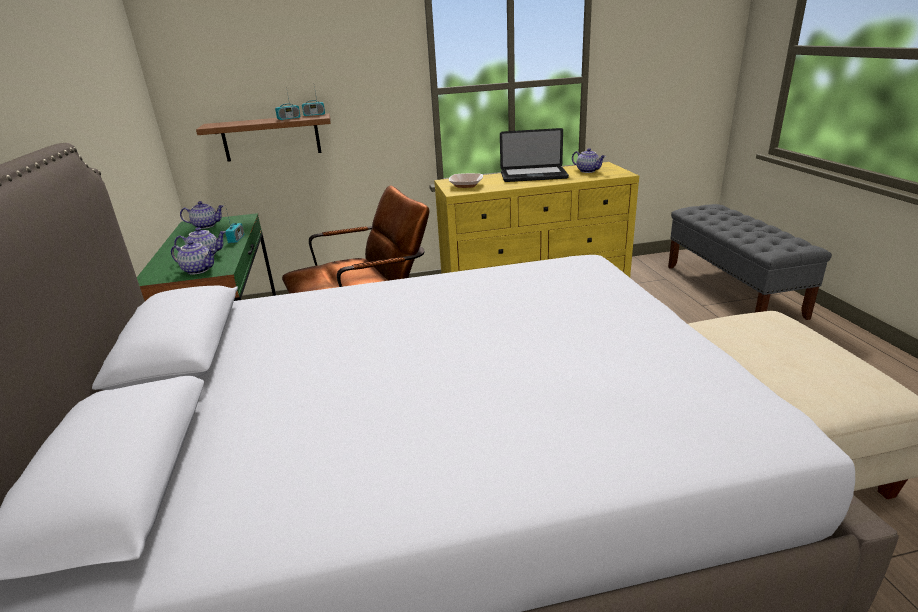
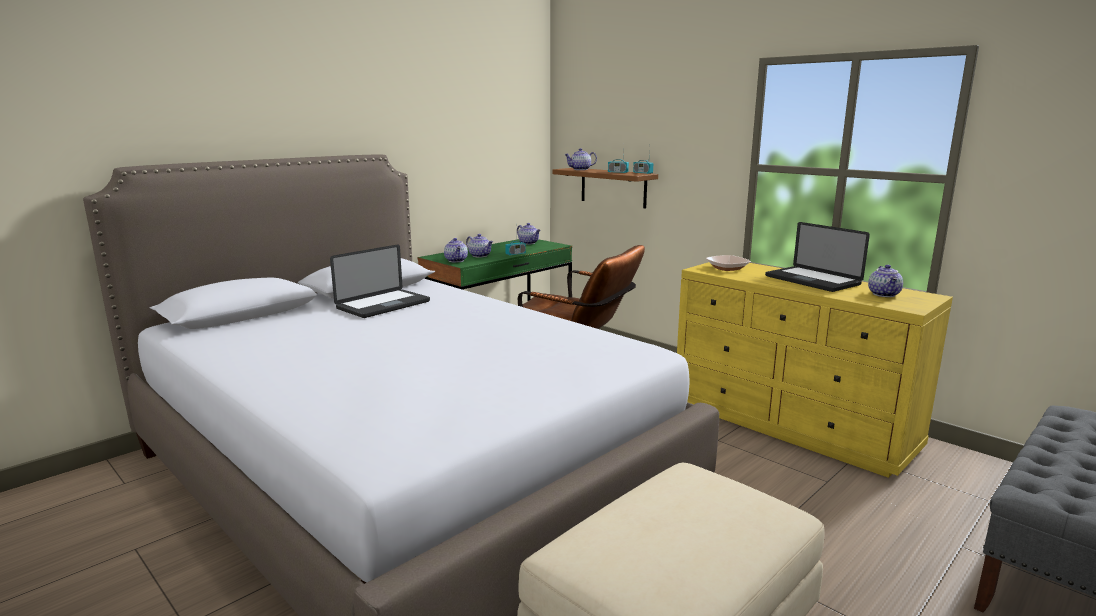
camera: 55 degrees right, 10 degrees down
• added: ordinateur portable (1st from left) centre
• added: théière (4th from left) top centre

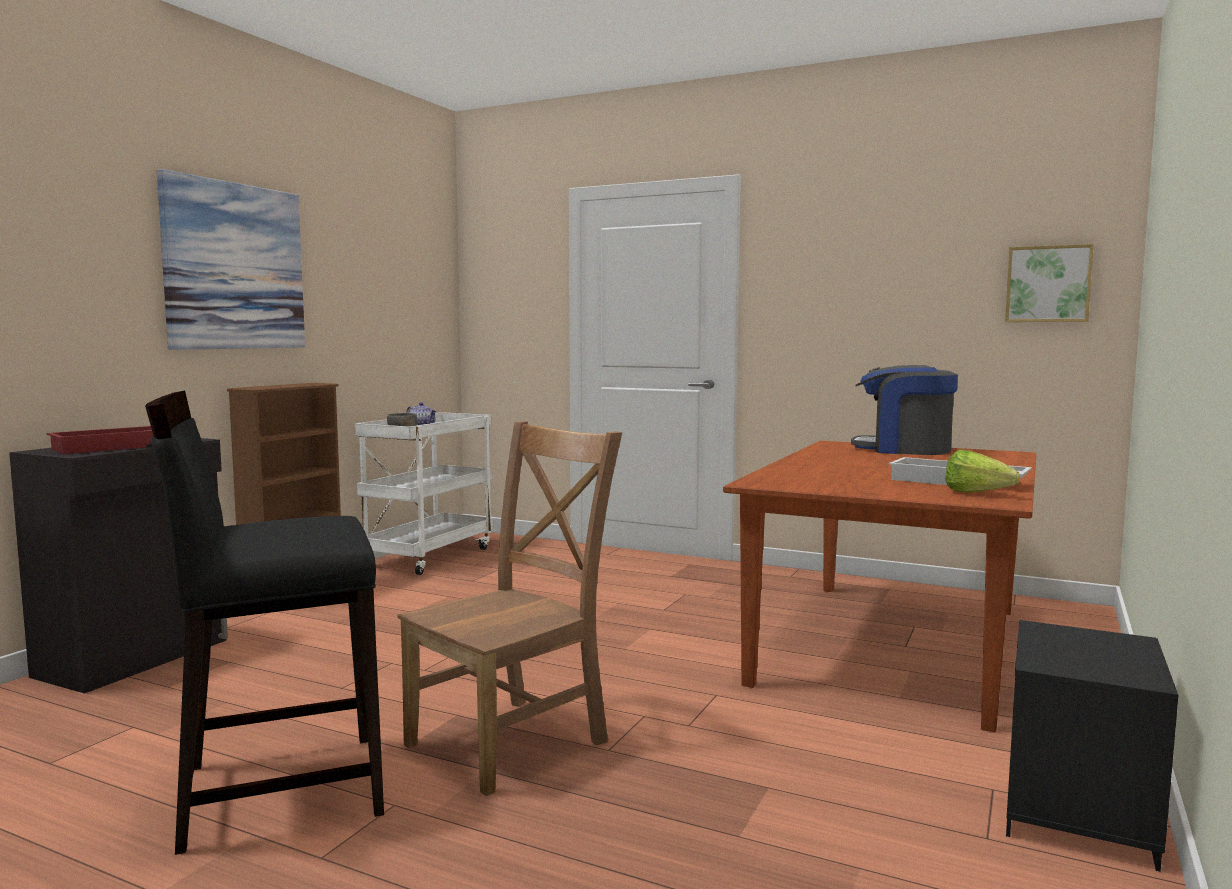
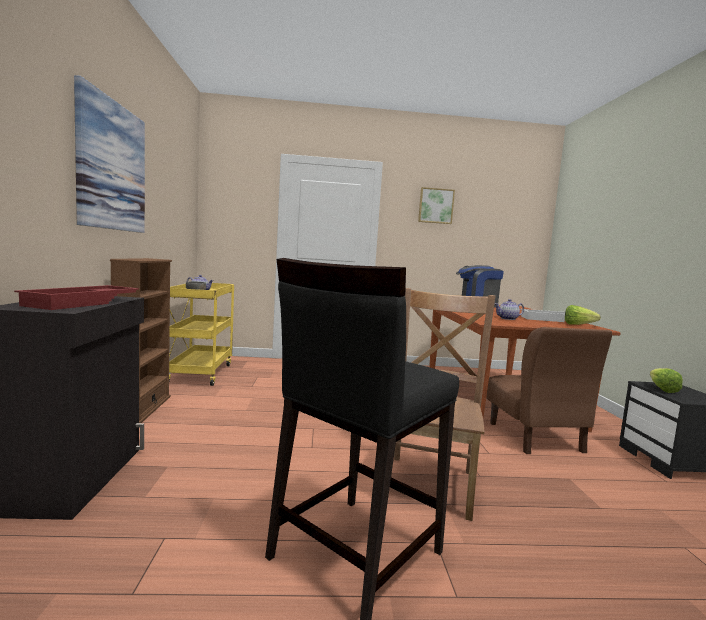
camera: 30 degrees left, 0 degrees up
• recoloured: chariot [blanc] centre to chariot [jaune] middle left
• moved: tableau (2nd from left) top right to top centre
• added: chaise [marron] (2nd from left) middle right
• added: théière (2nd from left) middle right
• added: laitue (2nd from left) middle right

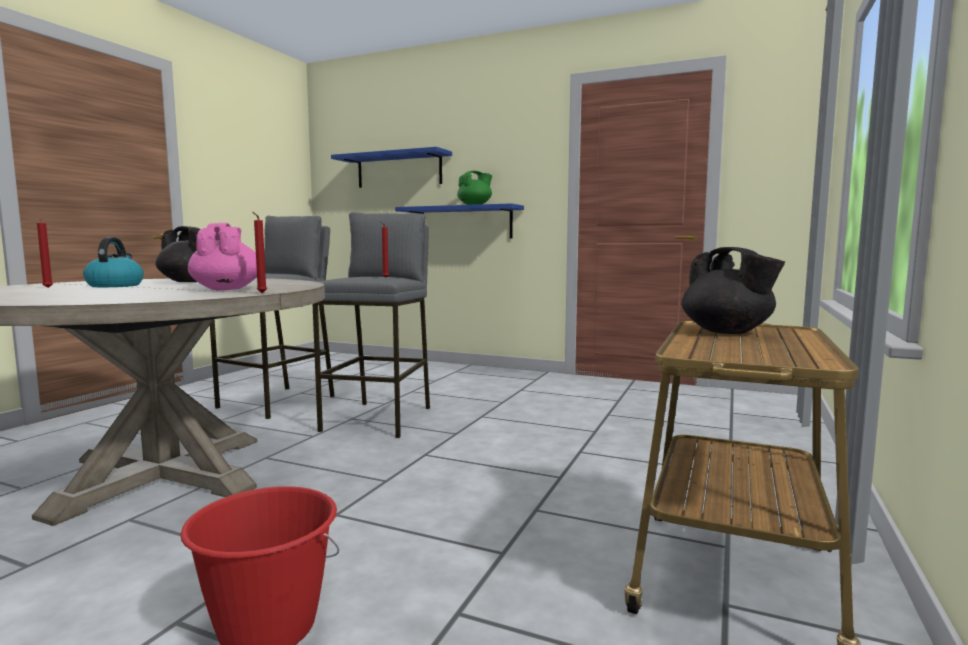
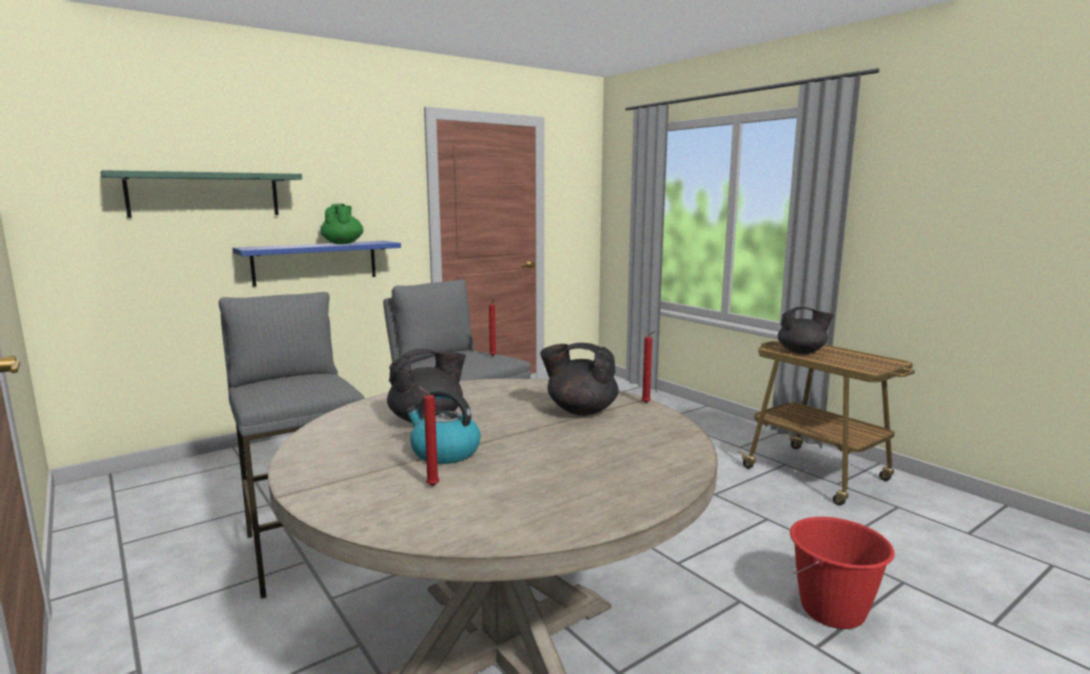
camera: 60 degrees left, 5 degrees up
• recoloured: théière [rose] middle left to théière [noir] (2nd from left) centre
• recoloured: étagère [bleu] (1st from left) top centre to étagère [vert] top left

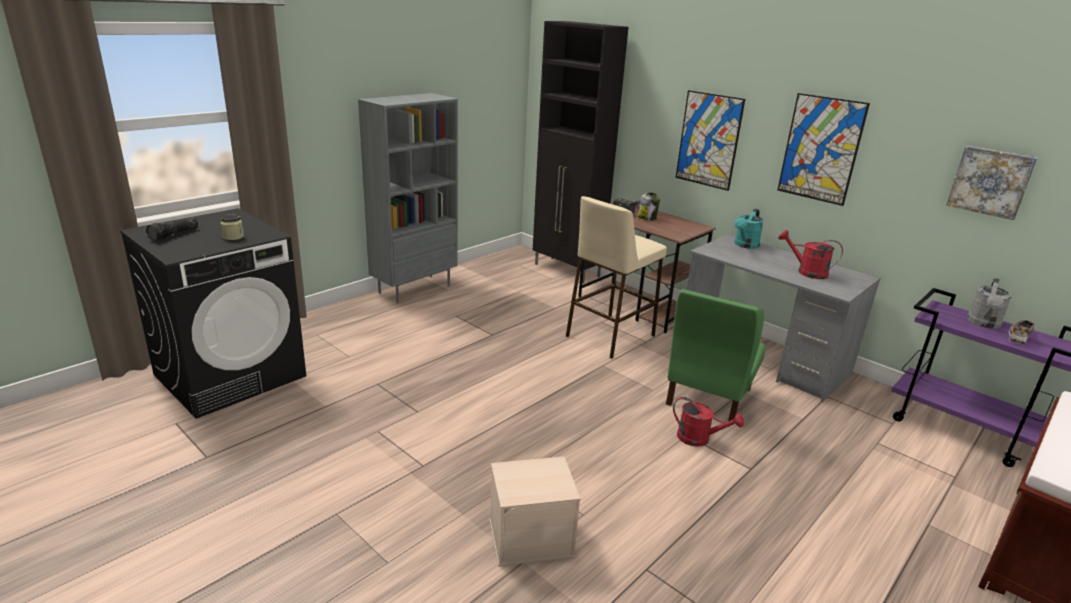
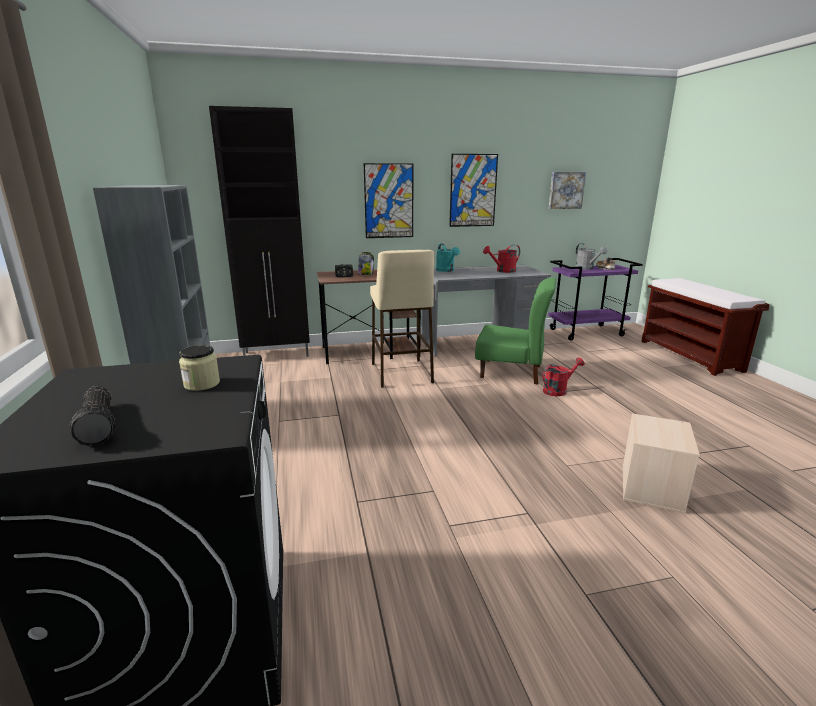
camera: 55 degrees left, 5 degrees down
• turned: chaise [vert] middle right = centre 45 degrees counterclockwise

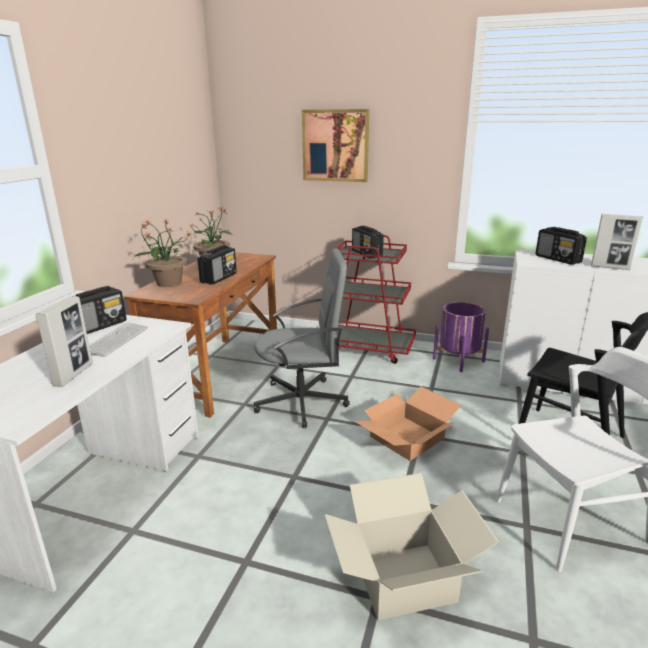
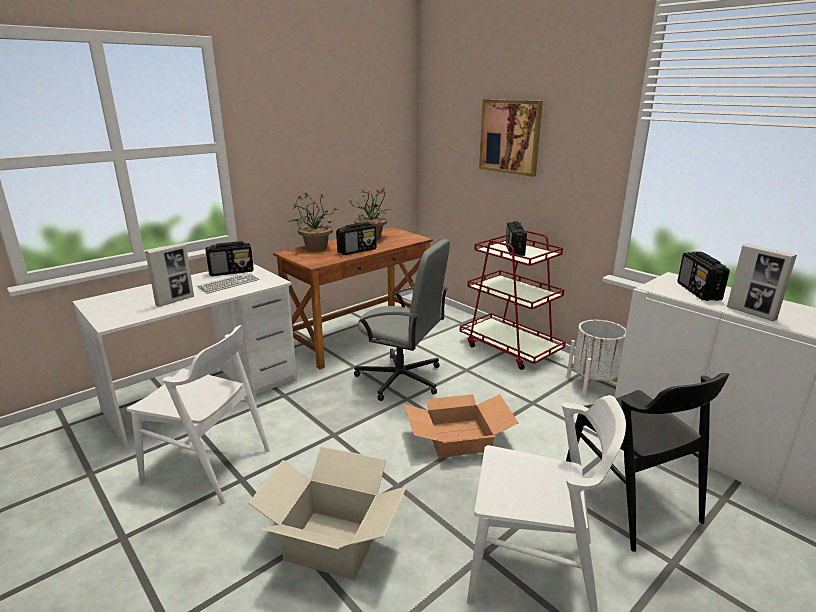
camera: 30 degrees right, 0 degrees up
• recoloured: cache-pot [violet] middle right to cache-pot [blanc] middle right
• added: chaise [blanc] (1st from left) bottom left

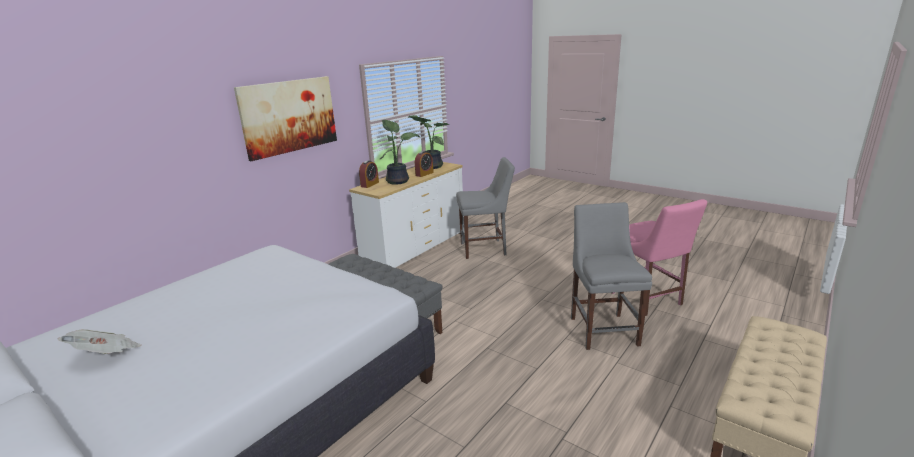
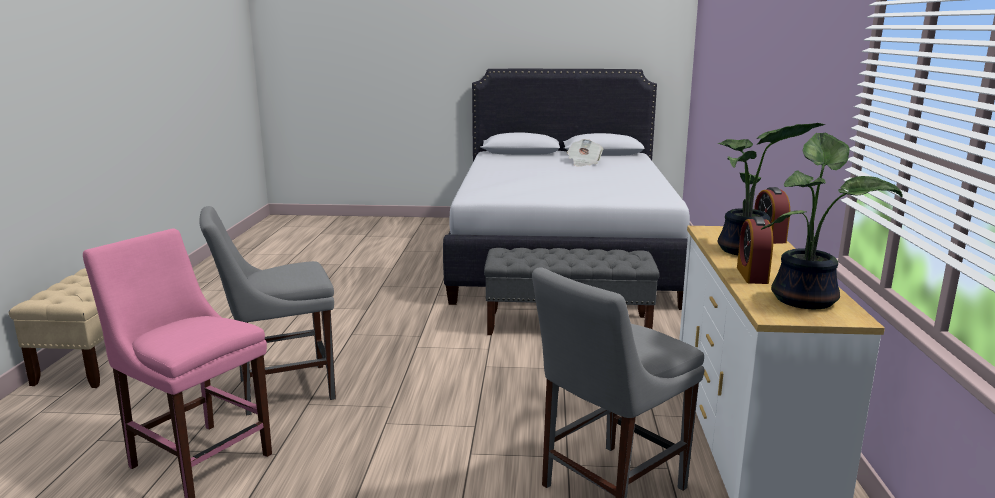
camera: 145 degrees right, 5 degrees down
• removed: tableau top left
• turned: chaise [gris] (2nd from left in the first image) middle right = middle left 105 degrees clockwise

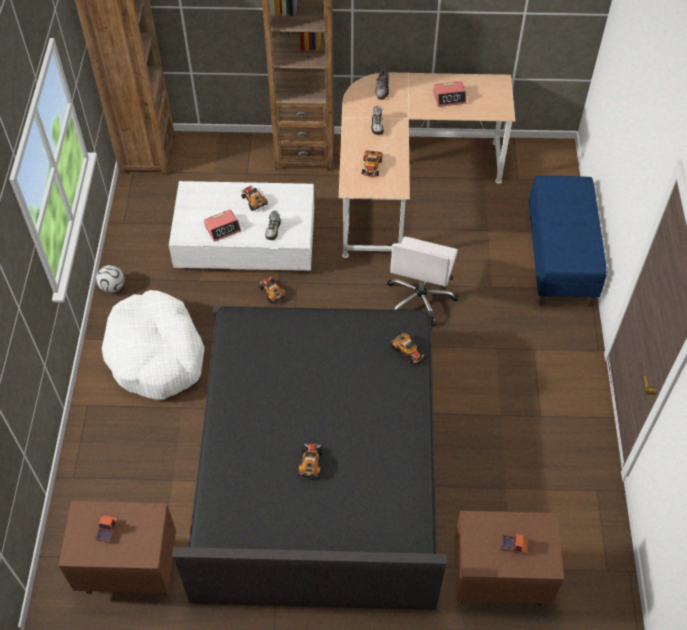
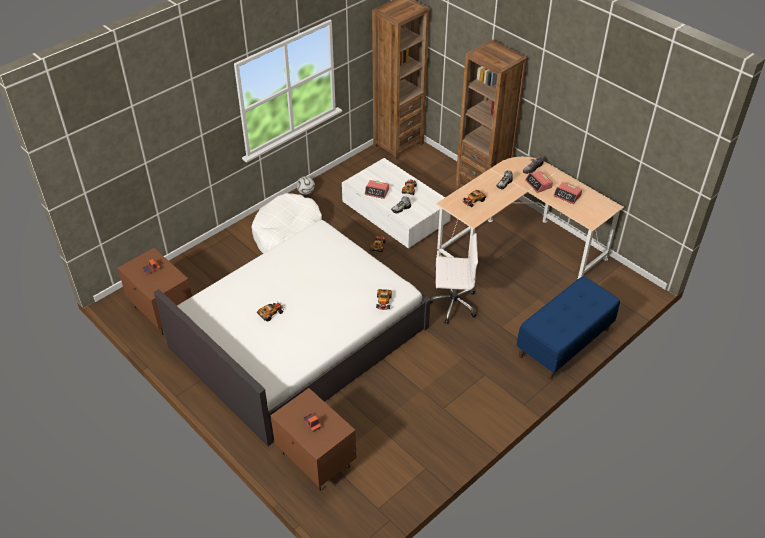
camera: 45 degrees right, 10 degrees down
• recoloured: lit [noir] bottom centre to lit [blanc] centre
• turned: chaise de bureau [blanc] centre = centre 150 degrees counterclockwise
• added: réveil (2nd from left) middle right

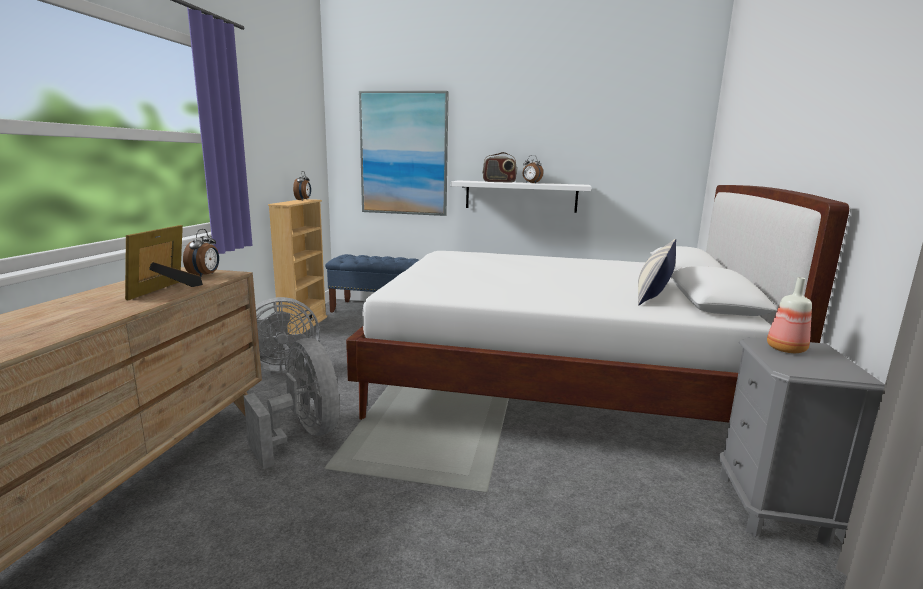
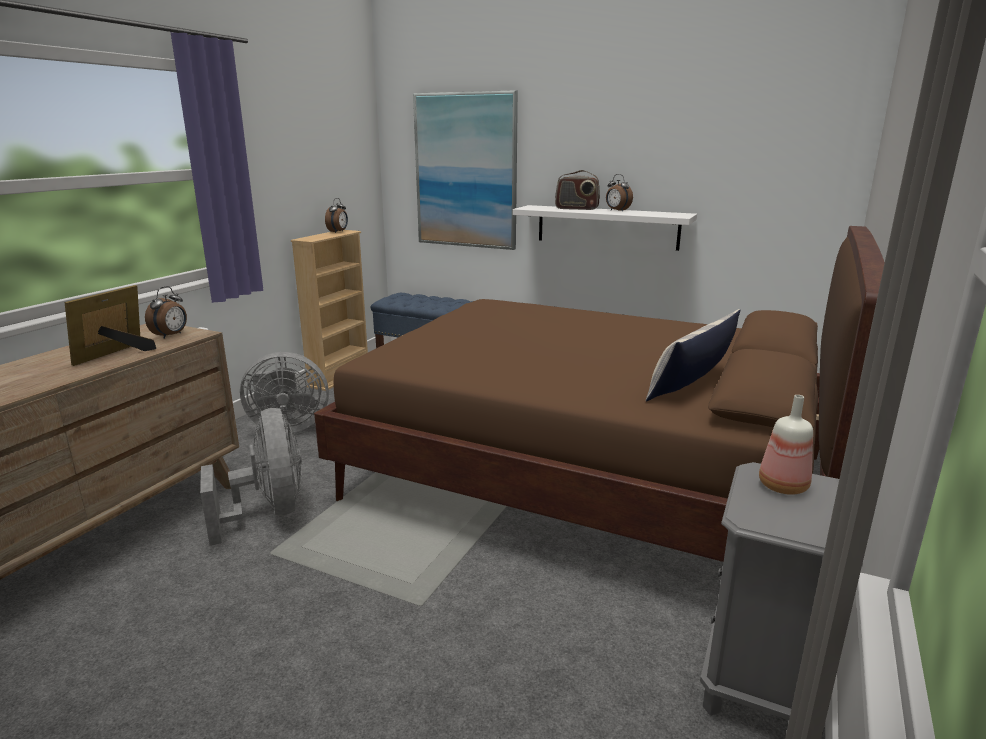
camera: 15 degrees right, 5 degrees up
• recoloured: lit [blanc] centre to lit [marron] centre

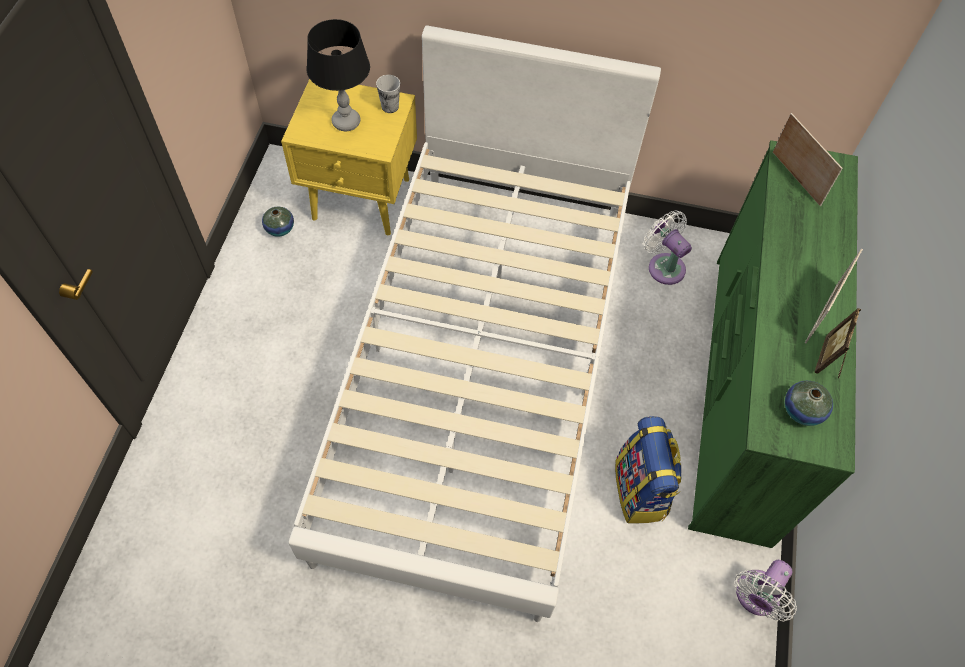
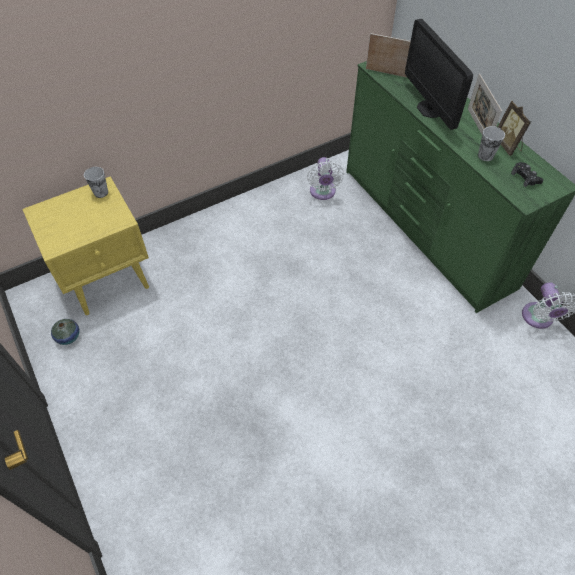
camera: 40 degrees left, 5 degrees down
• removed: lit [blanc] centre
• removed: lampe de table [noir] top centre
• removed: sac à dos bottom right
• turned: ventilateur [blanc] (1st from left) middle right = top centre 105 degrees counterclockwise
• replaced: vase (2nd from left) middle right to manette [noir] top right
• added: écran d'ordinateur top right
• added: tasse (2nd from left) top right

